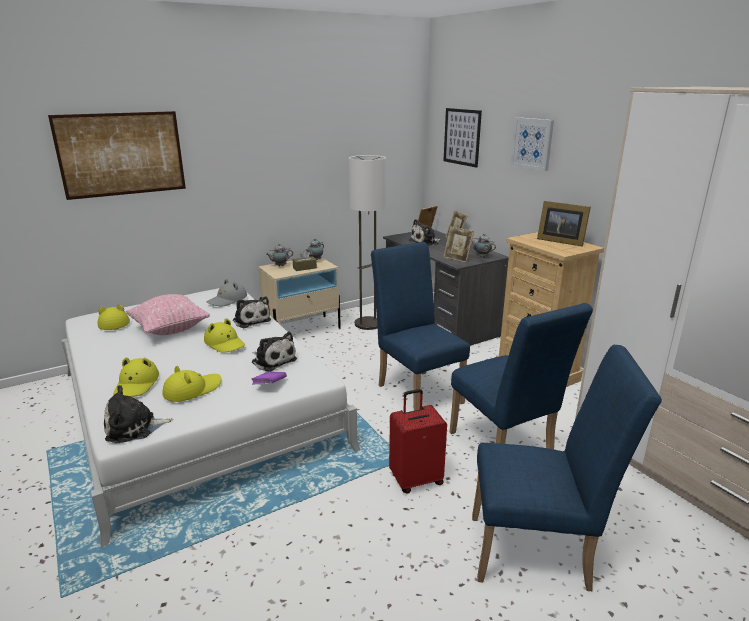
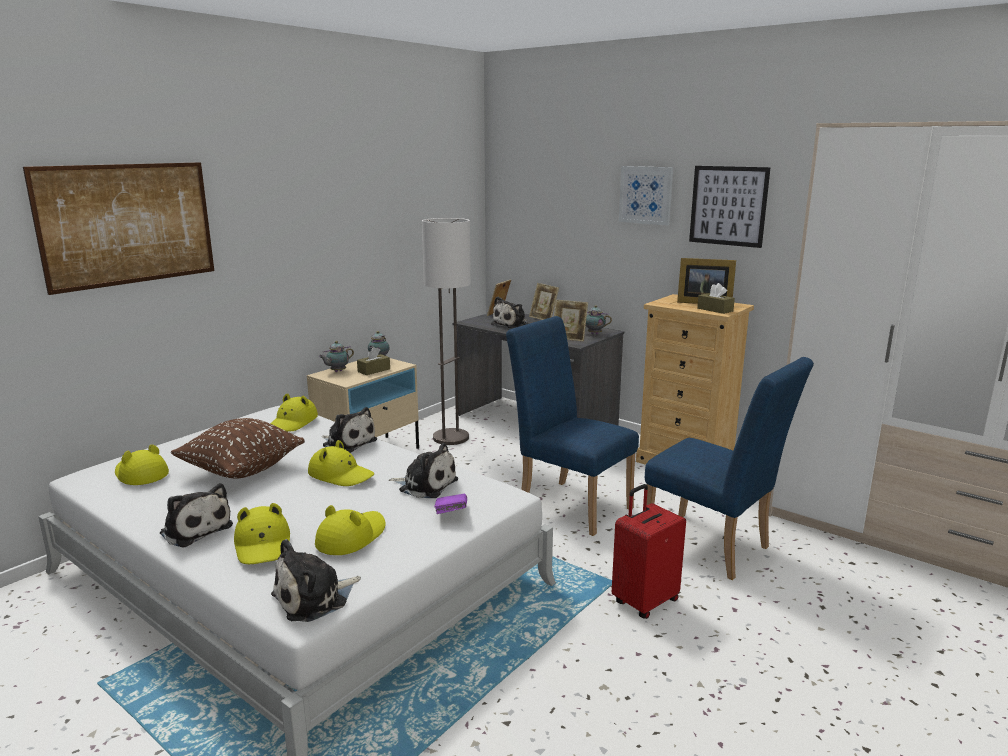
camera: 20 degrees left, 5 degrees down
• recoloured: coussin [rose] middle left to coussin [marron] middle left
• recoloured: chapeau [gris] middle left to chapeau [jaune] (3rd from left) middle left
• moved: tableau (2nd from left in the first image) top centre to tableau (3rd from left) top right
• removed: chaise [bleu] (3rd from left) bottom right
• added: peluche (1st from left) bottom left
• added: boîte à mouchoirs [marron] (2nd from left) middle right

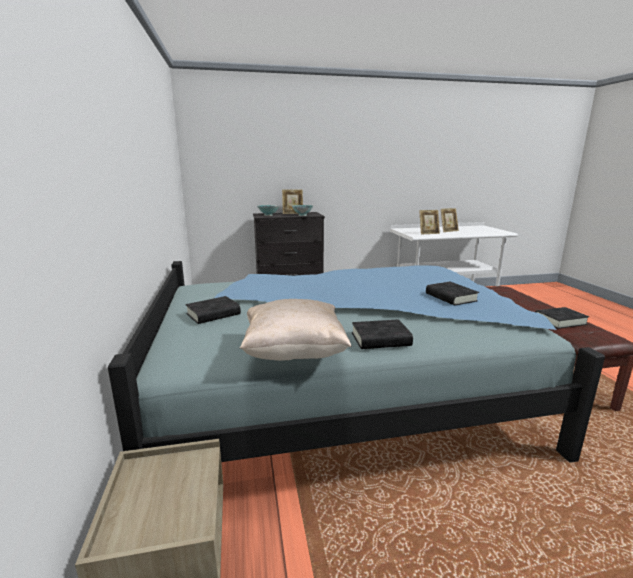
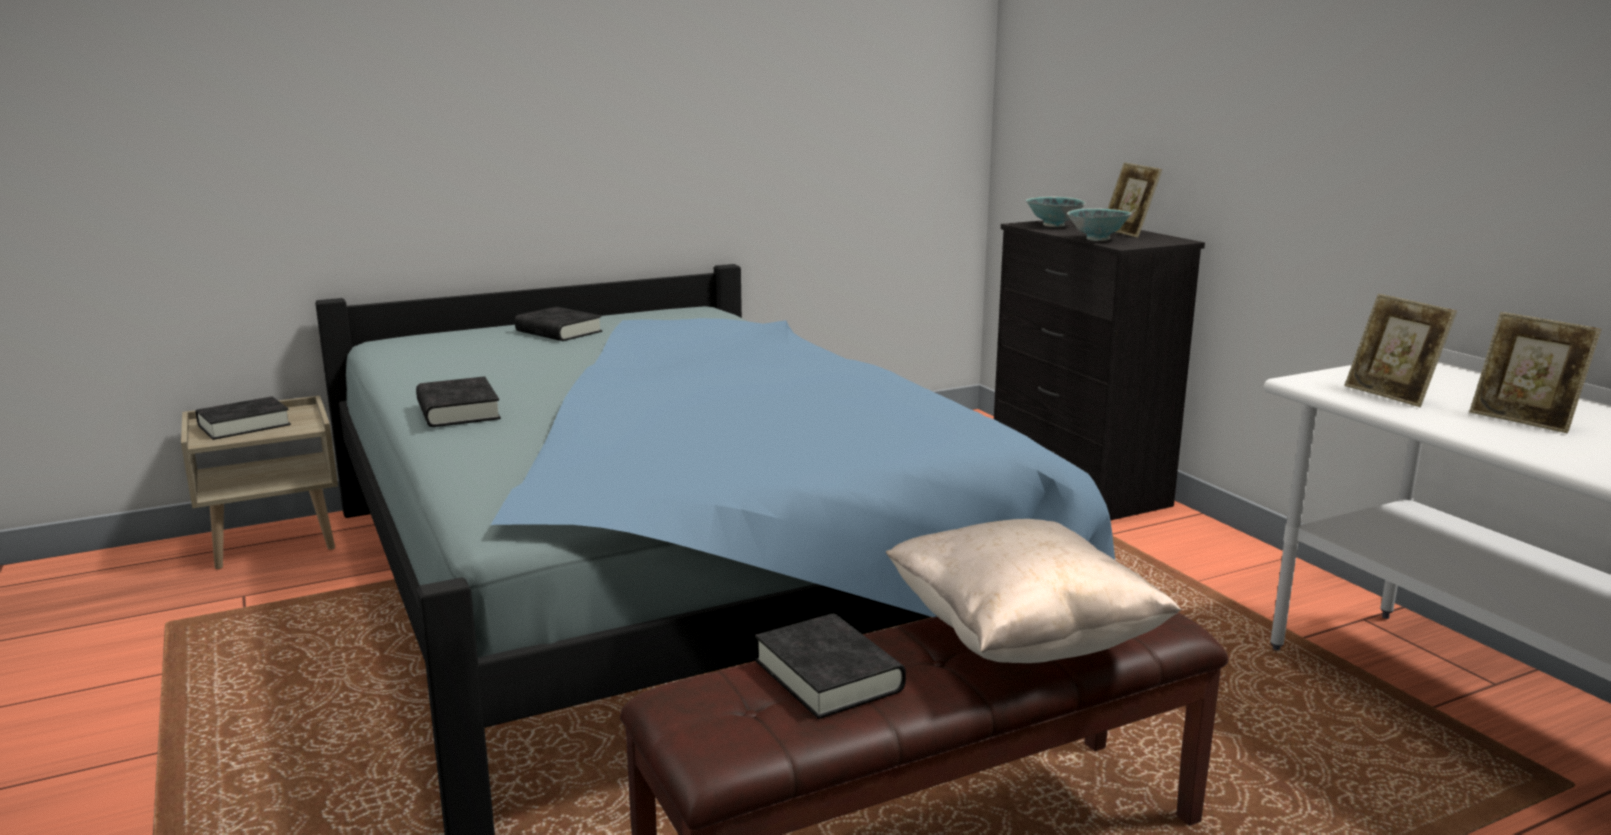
camera: 75 degrees right, 0 degrees up
• moved: coussin [beige] centre to bottom centre
• moved: livre [noir] (3rd from left in the first image) middle right to livre [noir] (1st from left) middle left

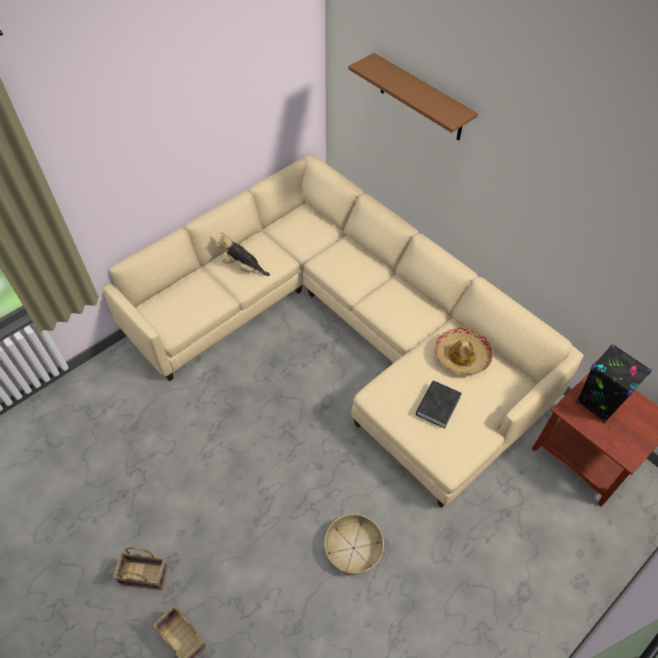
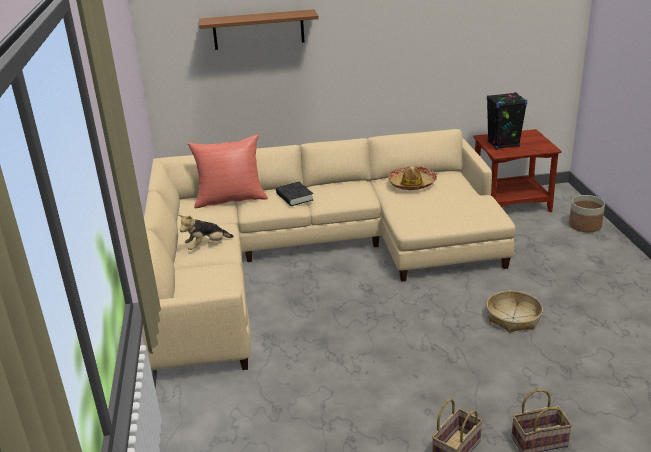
camera: 55 degrees left, 25 degrees down
• moved: livre [noir] middle right to centre
• added: coussin [rouge] centre
• added: cache-pot middle right

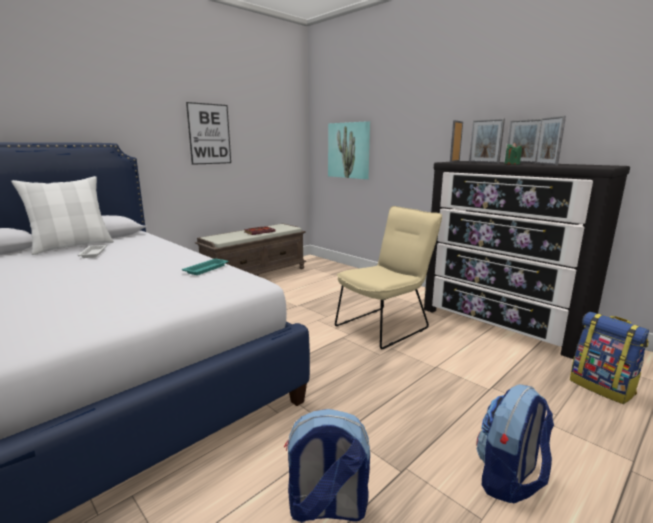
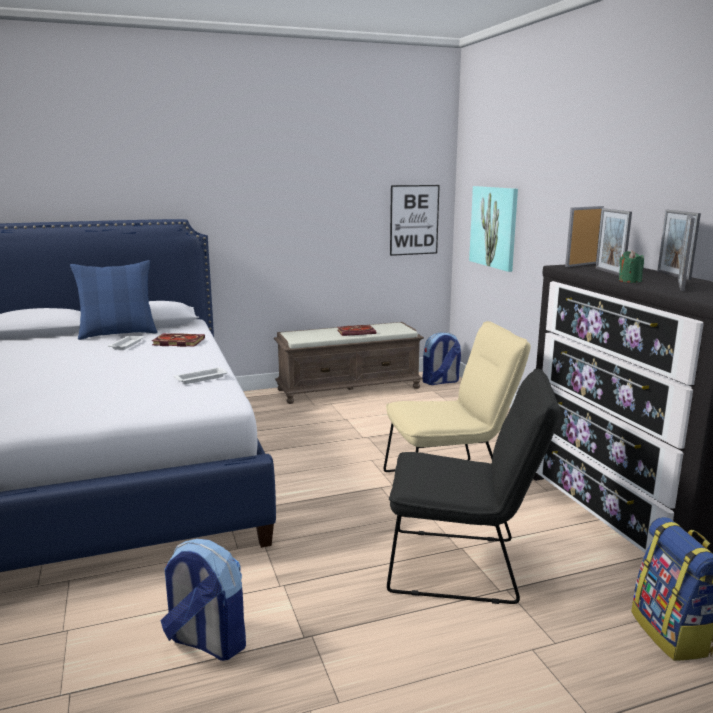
camera: 25 degrees right, 0 degrees up
• recoloured: coussin [blanc] middle left to coussin [bleu] middle left
• recoloured: plateau [turquoise] middle left to plateau [blanc] (2nd from left) middle left
• moved: tableau (1st from left) top left to top centre
• moved: sac à dos (2nd from left) bottom right to centre
• added: livre (1st from left) middle left
• added: chaise [noir] bottom centre

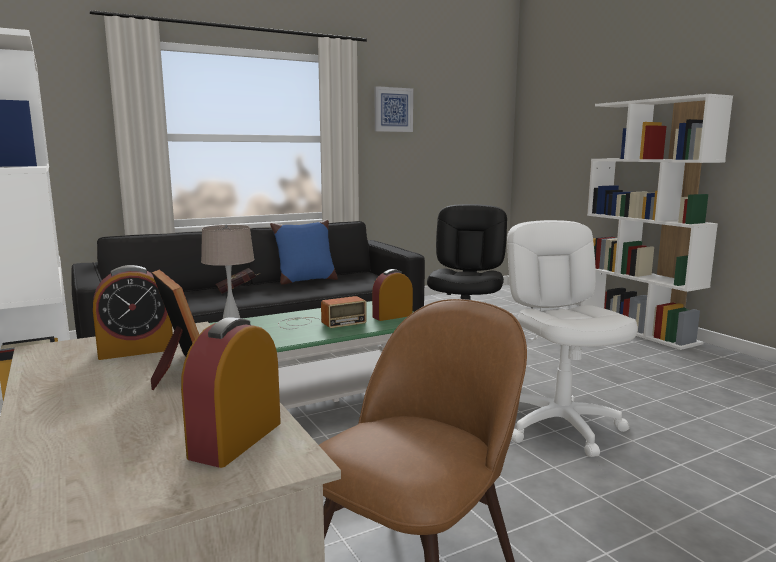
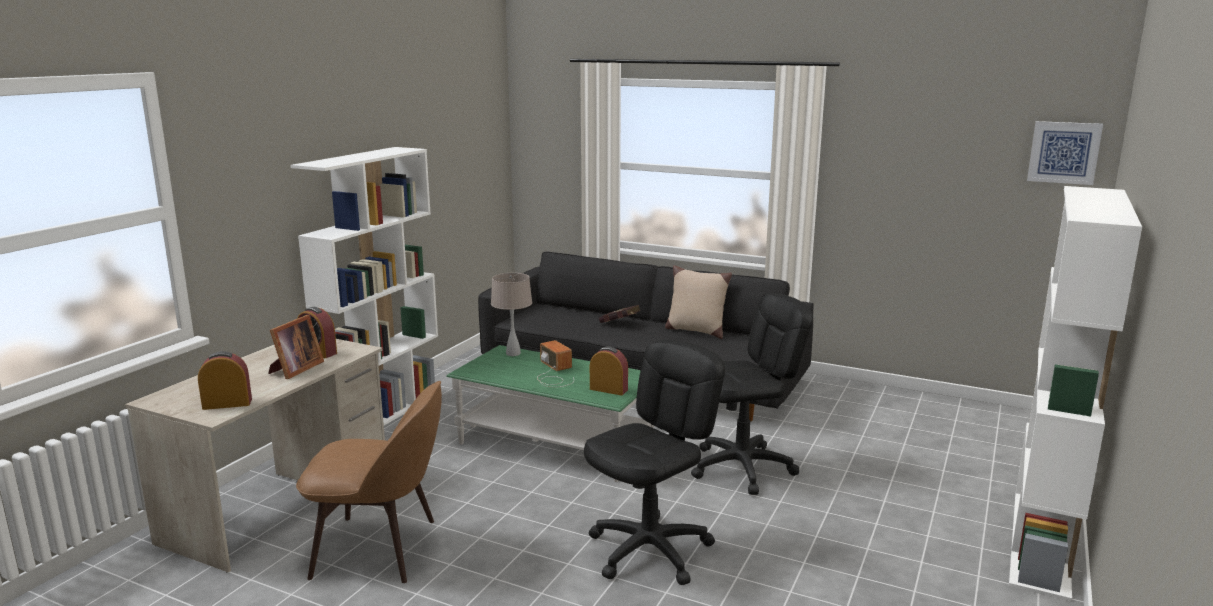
camera: 55 degrees right, 5 degrees up
• recoloured: coussin [bleu] centre to coussin [beige] centre
• turned: radio centre = centre 150 degrees counterclockwise
• moved: tableau top centre to top right
• recoloured: chaise de bureau [blanc] middle right to chaise de bureau [noir] (1st from left) bottom centre

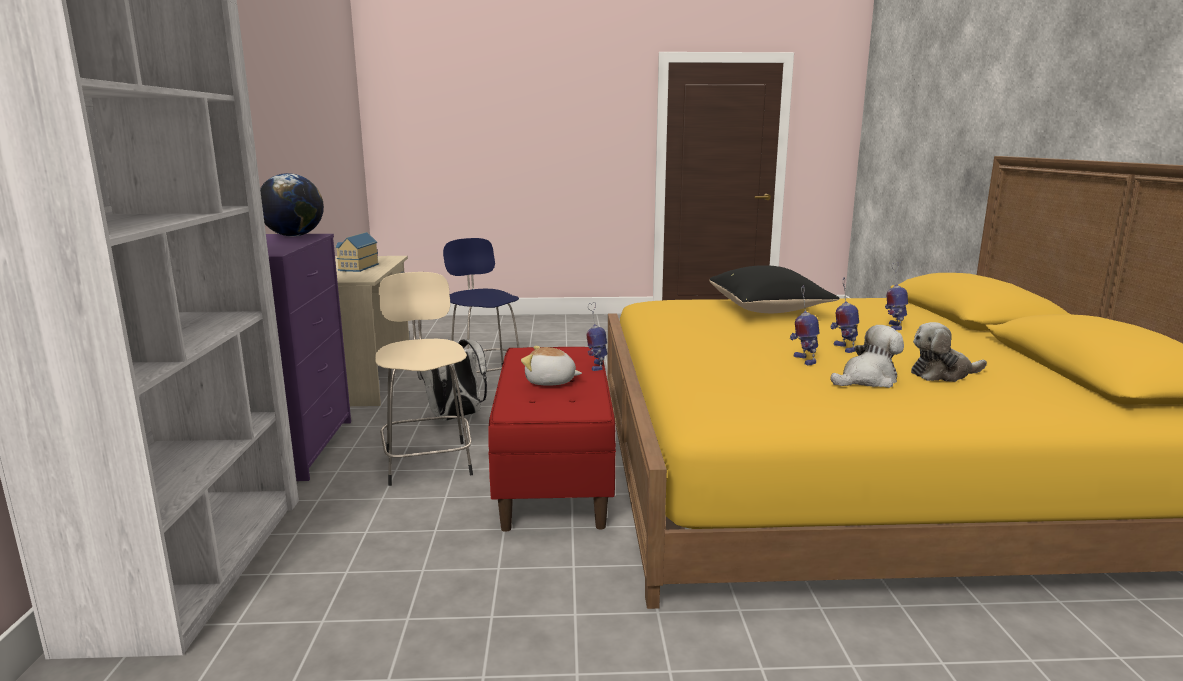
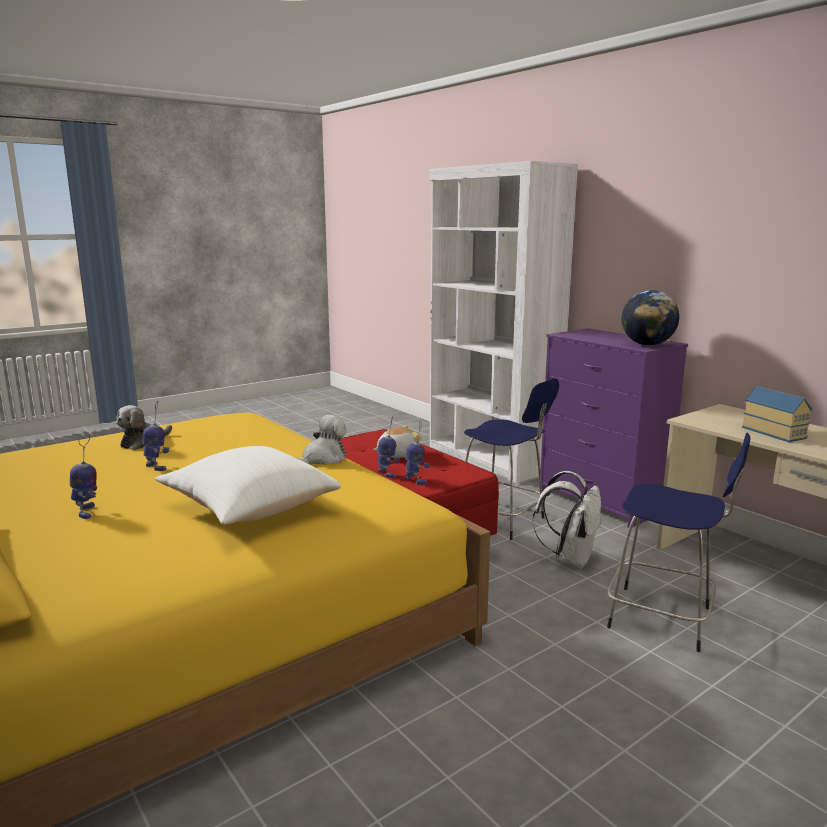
camera: 145 degrees right, 0 degrees up
• recoloured: tabouret [beige] centre to tabouret [bleu] (1st from left) centre
• recoloured: coussin [noir] centre to coussin [blanc] middle left
• moved: robot jouet (2nd from left in the first image) middle right to robot jouet (4th from left) centre
• moved: peluche (3rd from left in the first image) middle right to peluche (2nd from left) centre

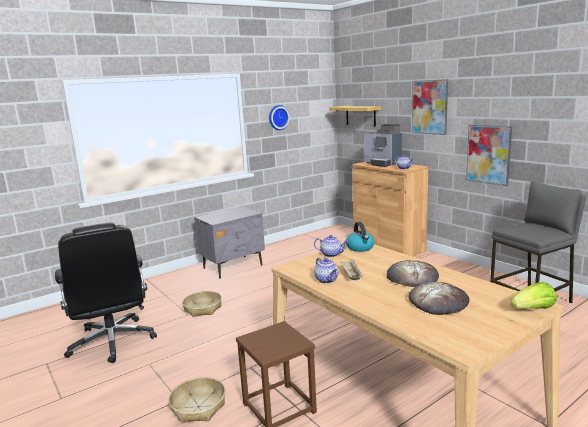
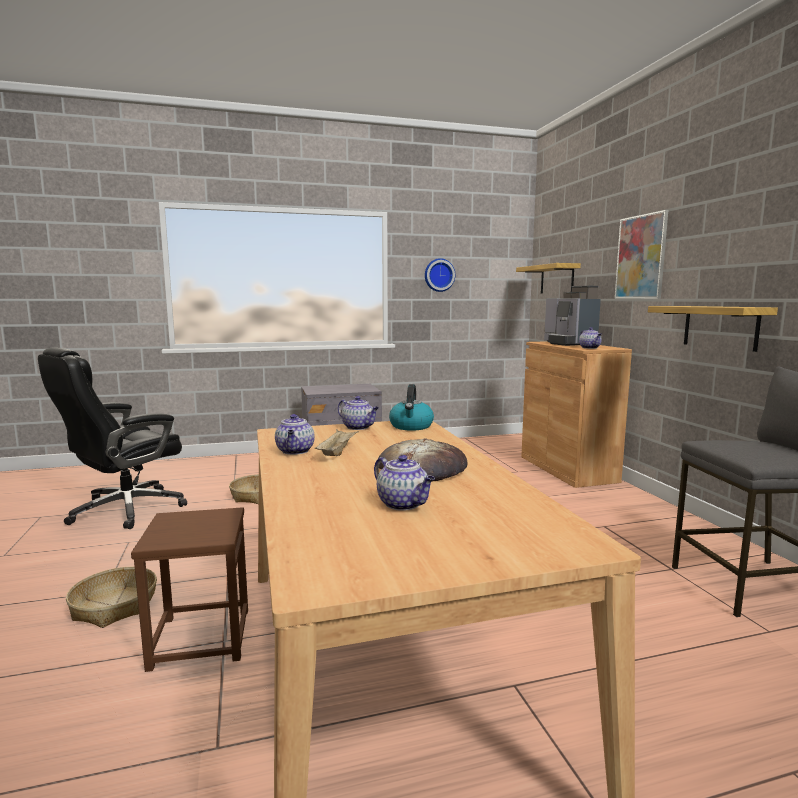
camera: 20 degrees right, 5 degrees down
• turned: chaise de bureau [noir] bottom left = middle left 45 degrees clockwise
• replaced: pain (2nd from left) bottom right to théière (3rd from left) centre
• replaced: tableau (2nd from left) middle right to étagère (2nd from left) middle right
• removed: laitue bottom right

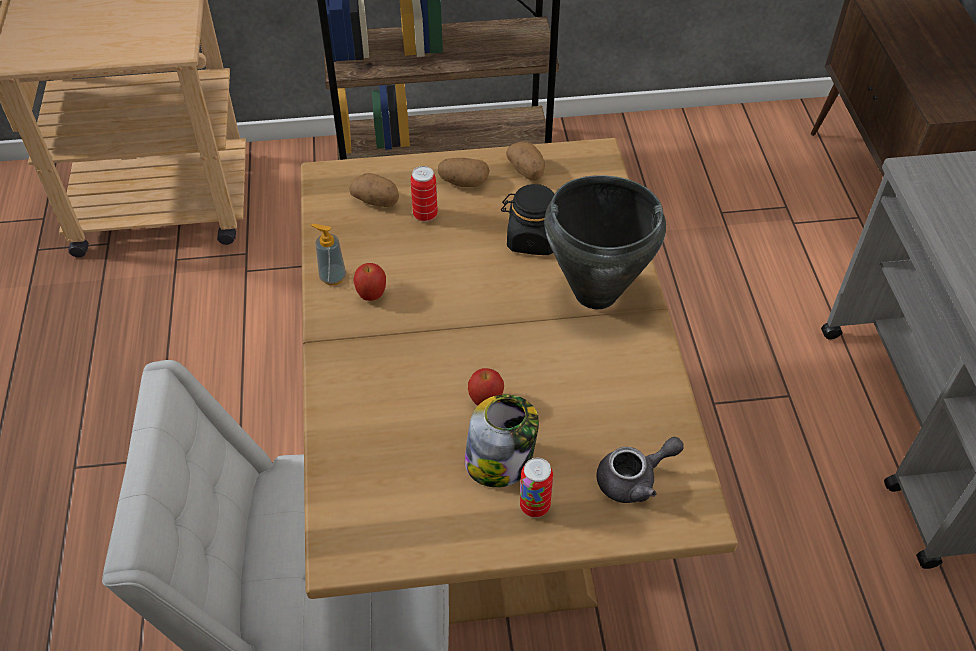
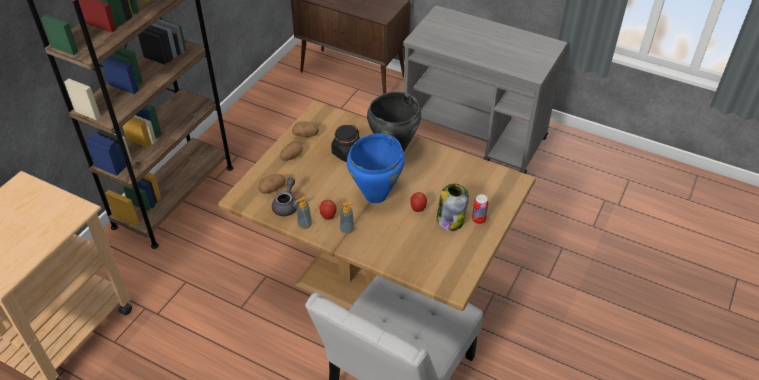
camera: 55 degrees left, 5 degrees down
• removed: boîte métallique (1st from left) top centre
• moved: théière [gris] bottom centre to centre
• added: distributeur de savon (2nd from left) centre
• added: marmite [bleu] centre

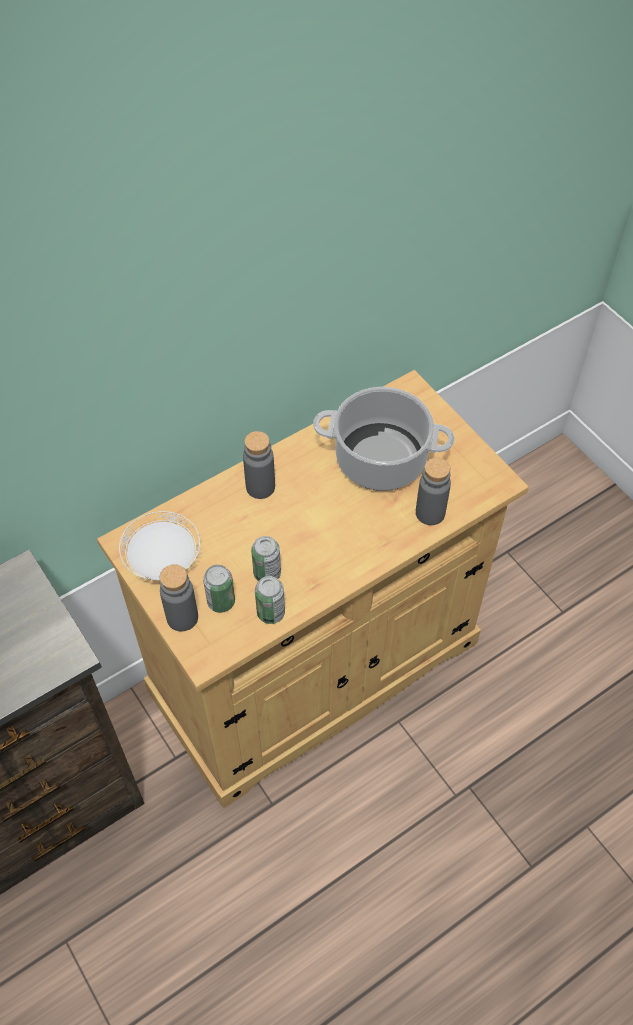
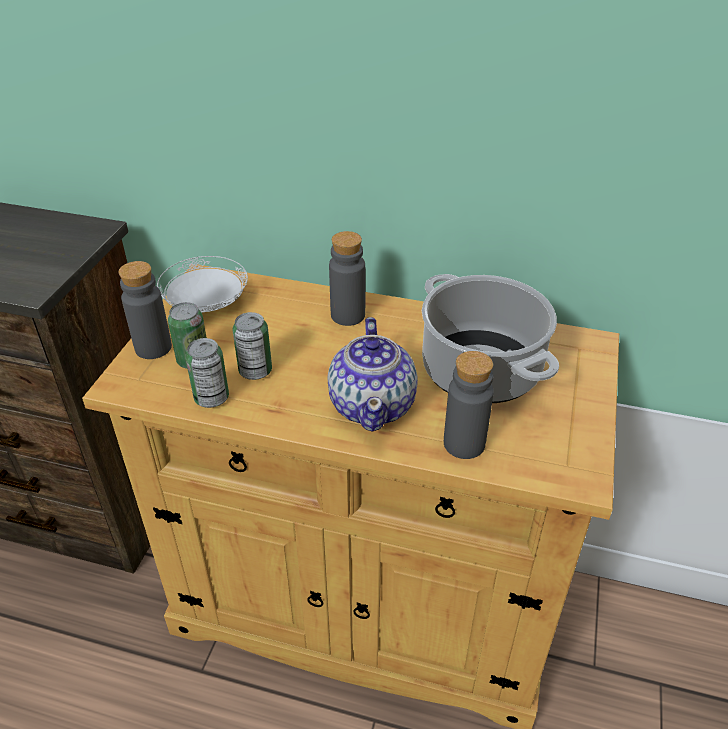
camera: 50 degrees right, 15 degrees down
• added: théière centre

